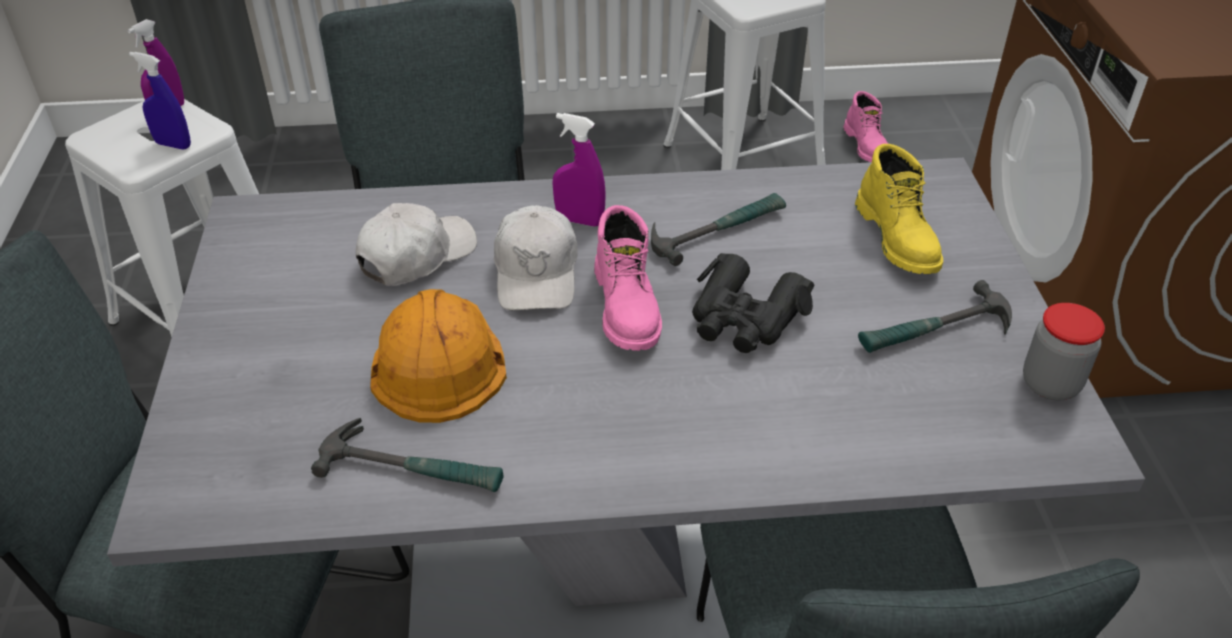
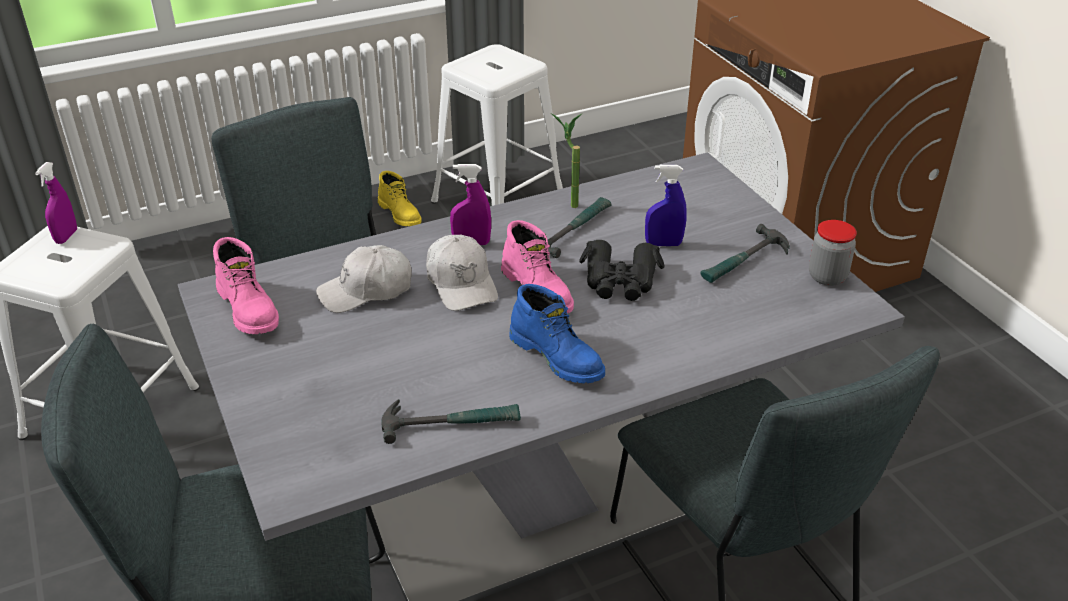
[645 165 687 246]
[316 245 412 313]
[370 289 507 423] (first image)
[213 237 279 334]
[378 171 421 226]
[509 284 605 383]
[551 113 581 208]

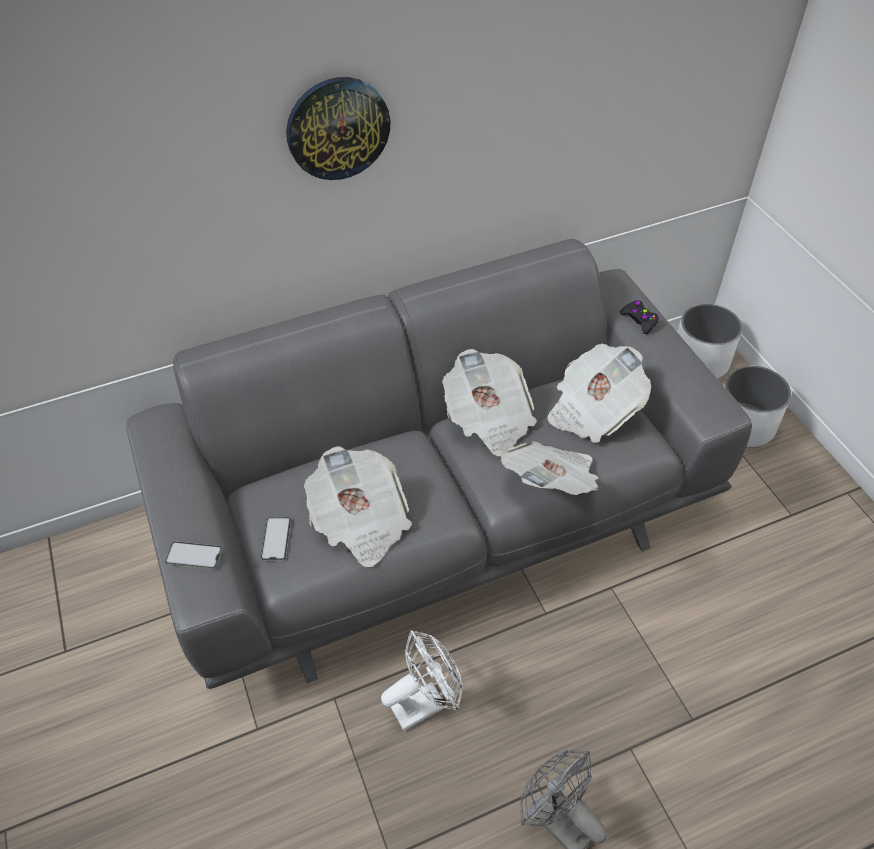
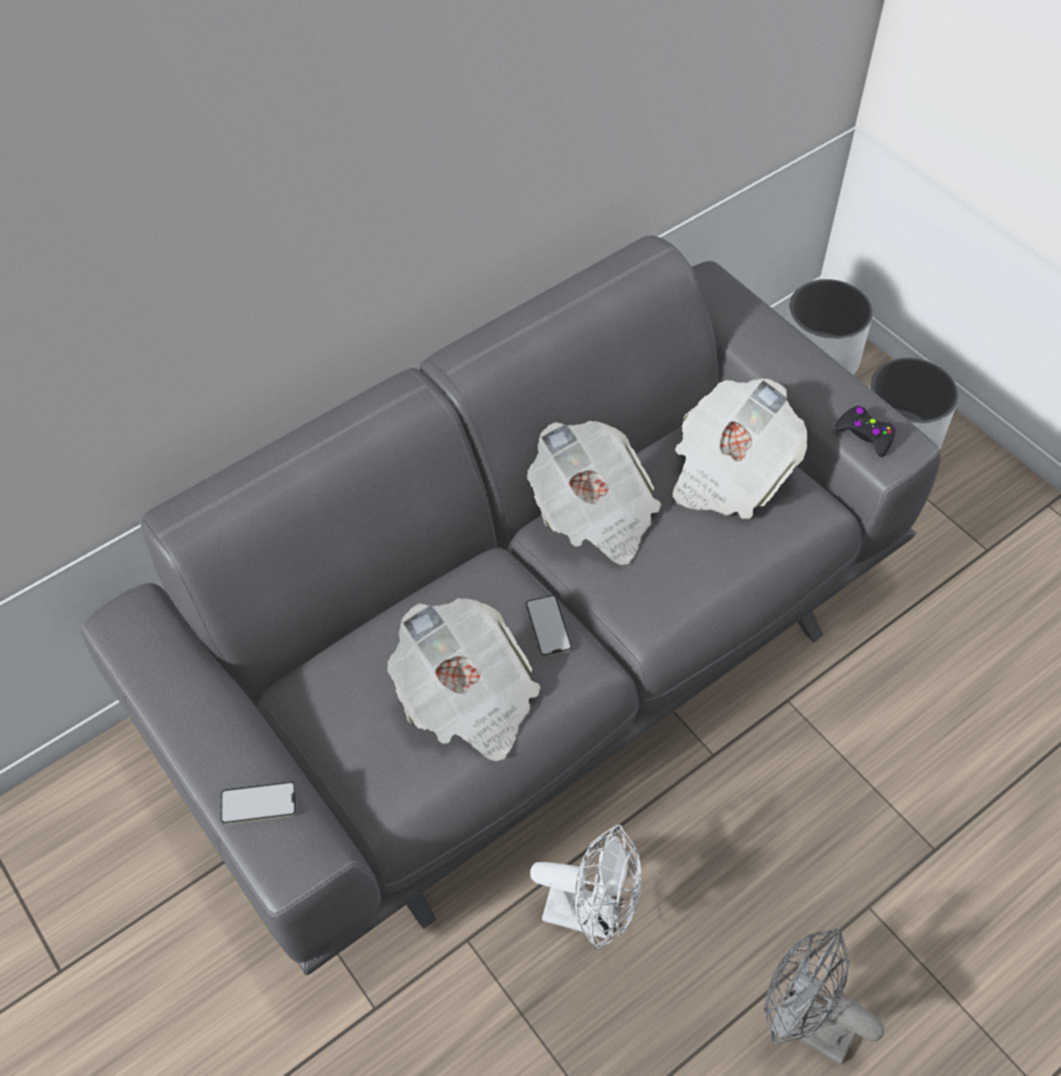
[525 595 572 657]
[286 77 390 180] (first image)
[530 824 641 950]
[501 441 599 495] (first image)
[834 406 896 457]

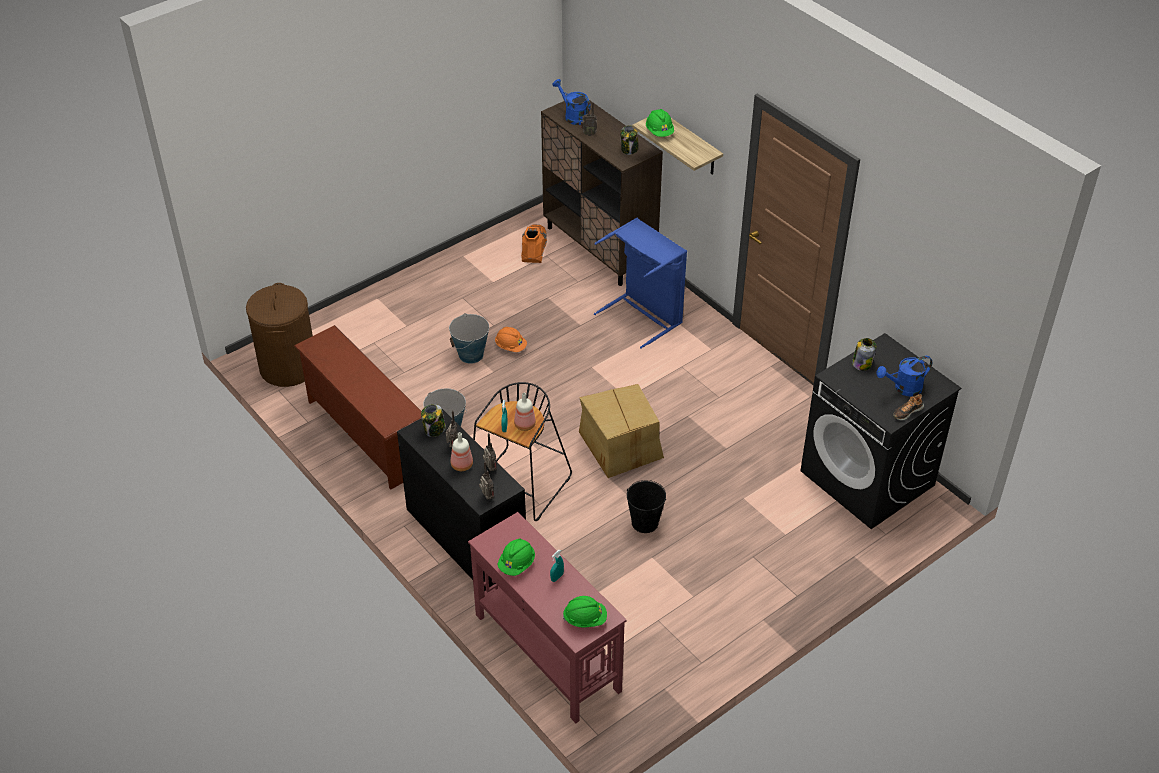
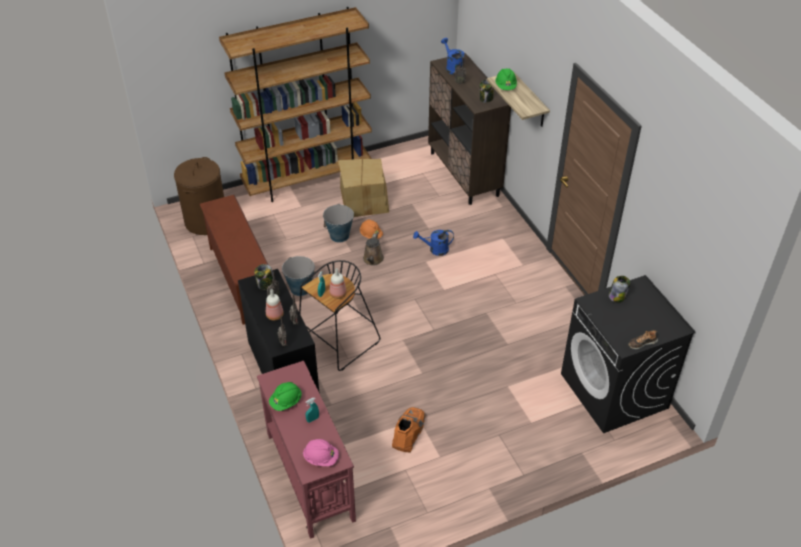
[392 407 425 453]
[303 439 339 466]
[338 159 389 217]
[594 218 687 349] (first image)
[627 480 666 533] (first image)
[413 230 454 256]
[219 7 372 202]
[363 234 384 266]

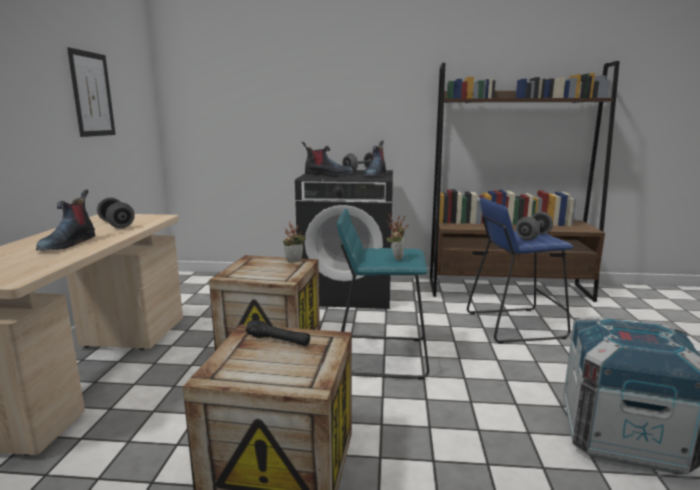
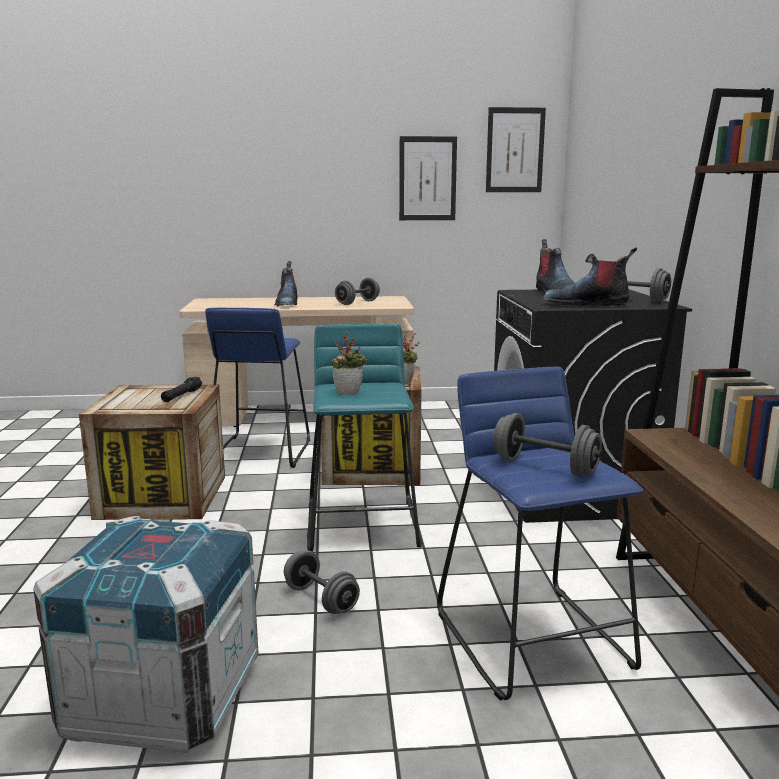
[274 261 298 307]
[205 308 310 468]
[284 550 360 614]
[486 107 546 192]

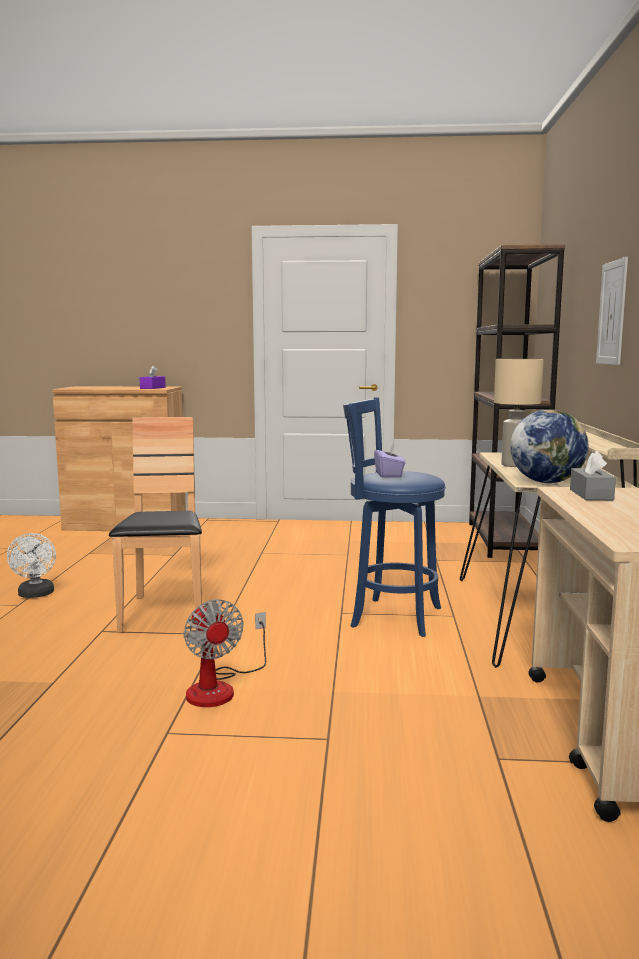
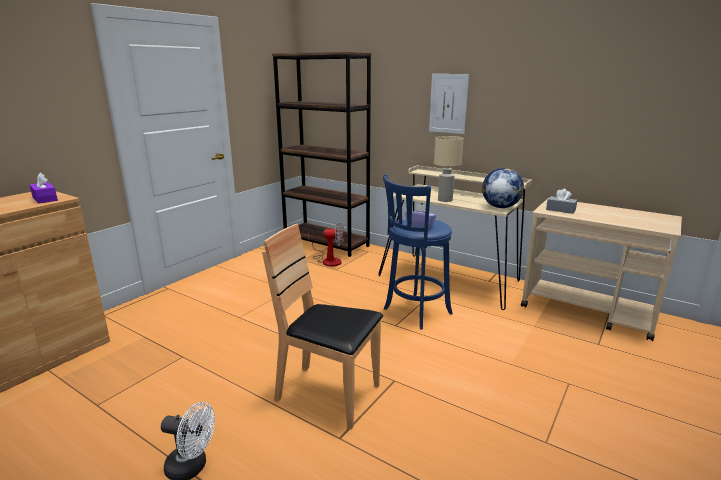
[308 222 344 267]

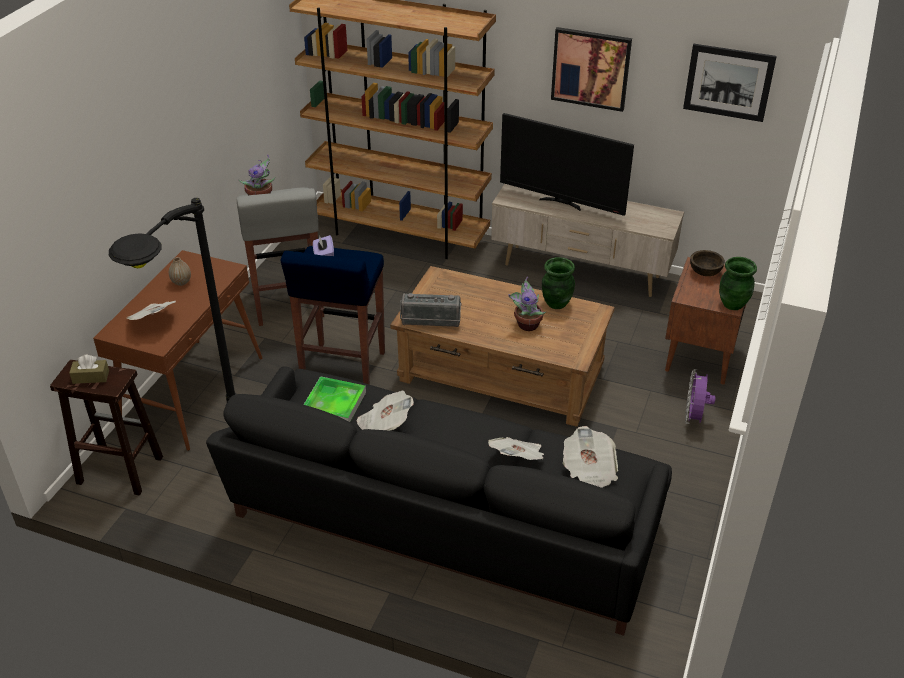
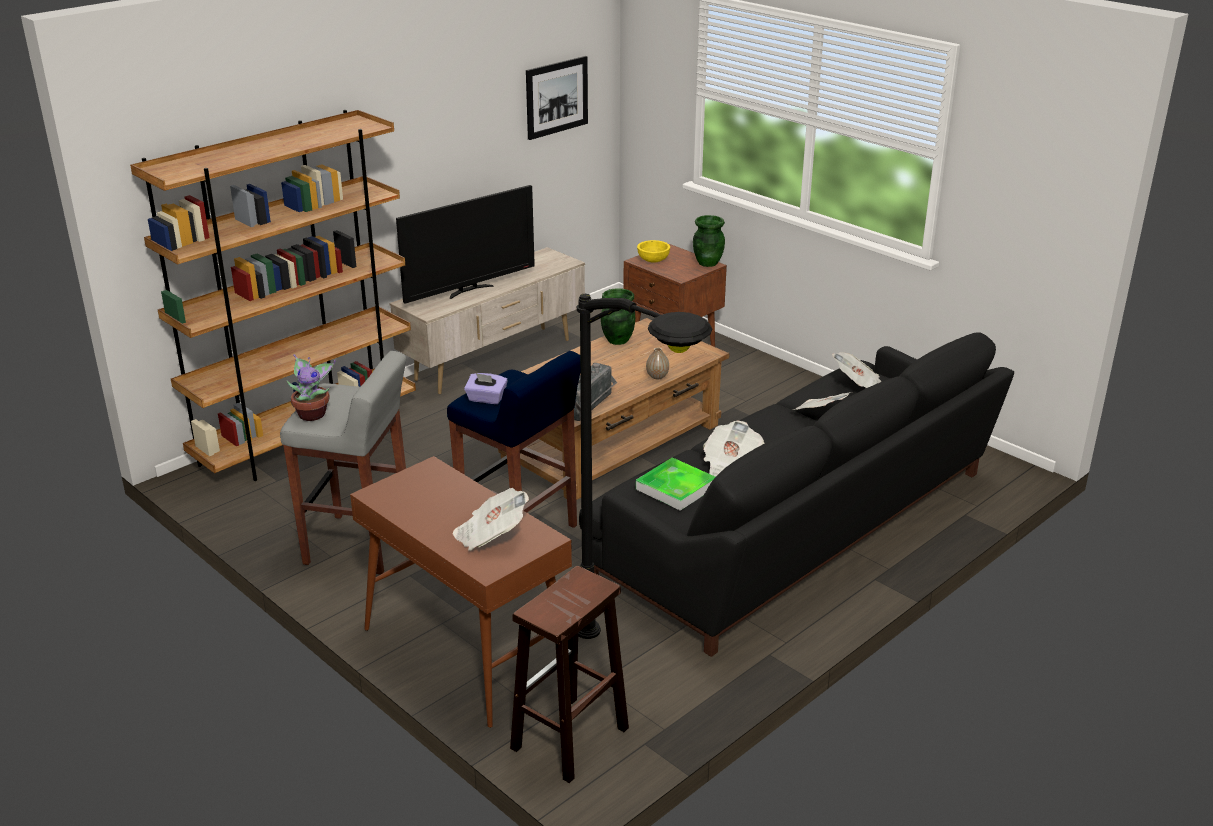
[69 355 109 384] (first image)
[646 348 669 379]
[508 277 547 331] (first image)
[551 27 632 112] (first image)
[685 369 716 424] (first image)
[637 240 670 263]

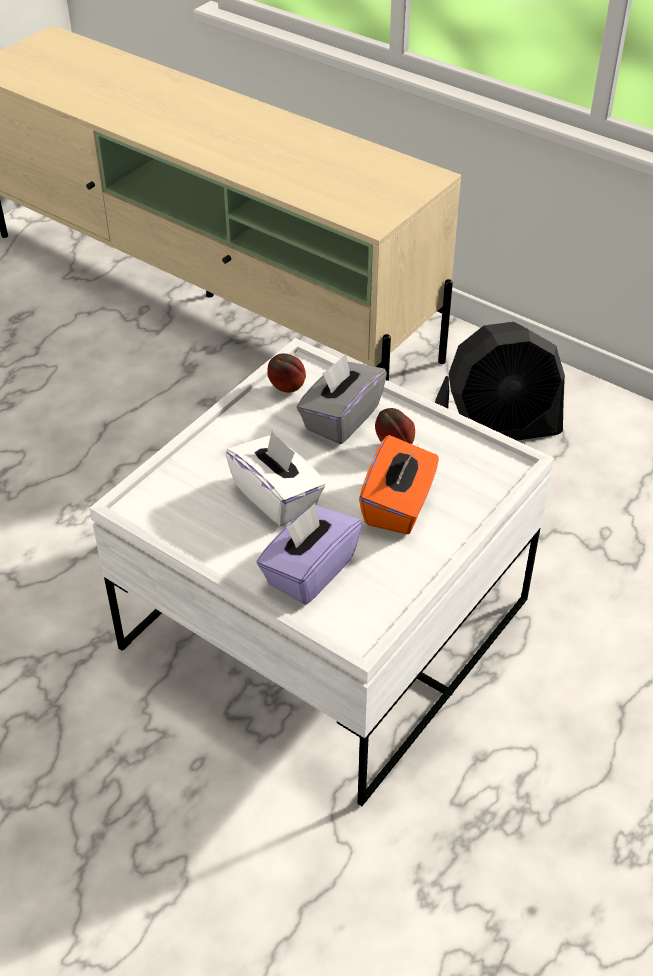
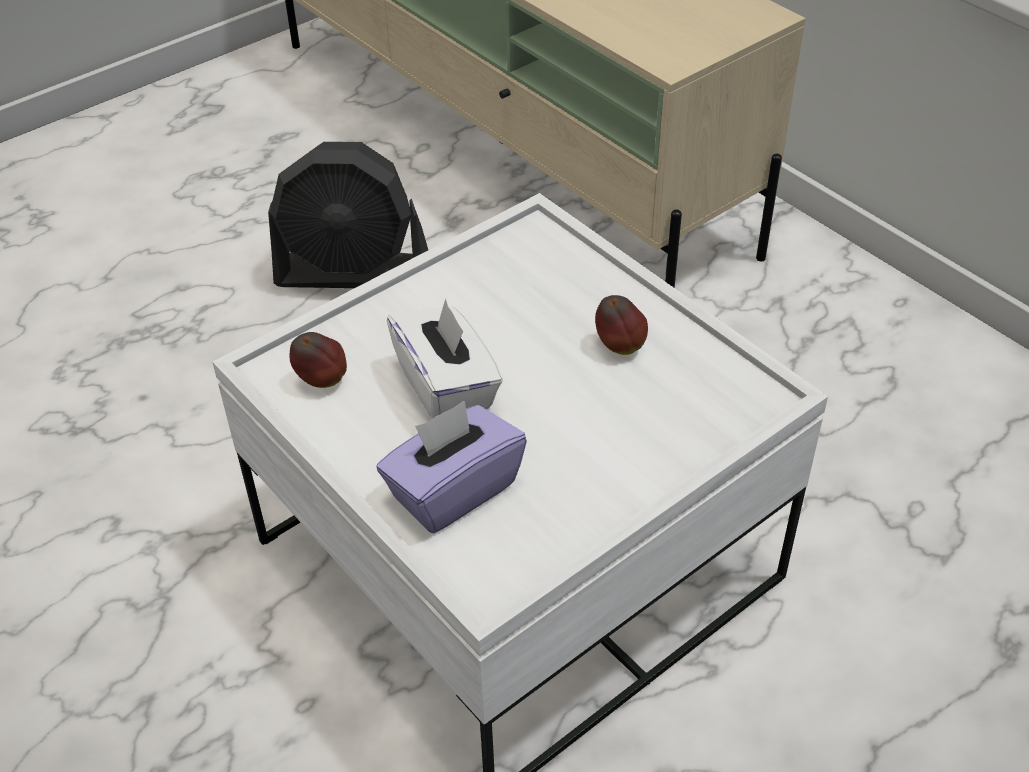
[290 332 347 388]
[296 354 387 444] (first image)
[359 435 439 535] (first image)
[268 142 428 288]

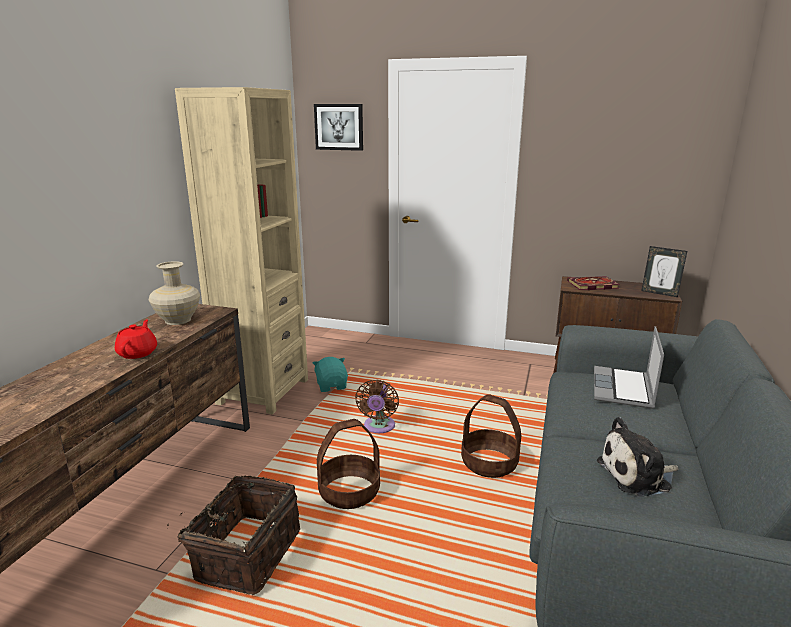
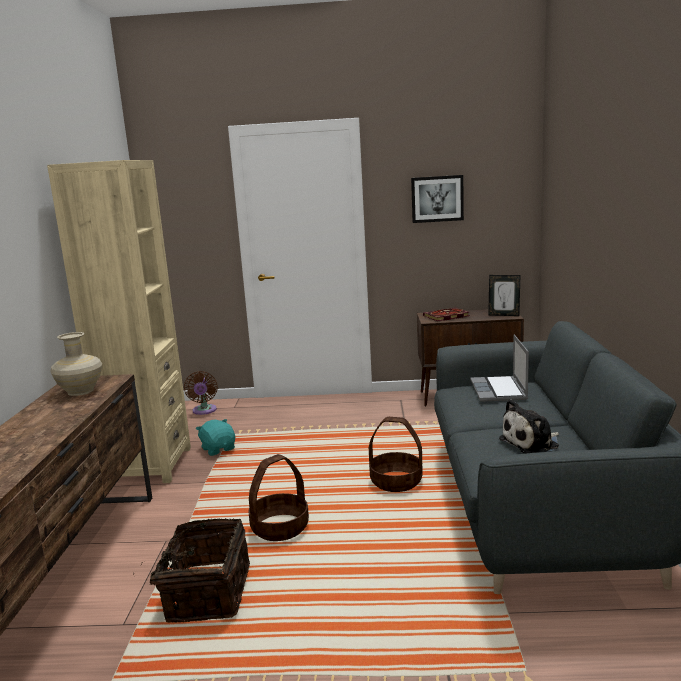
[115 319 157 359] (first image)
[411 175 464 223]
[184 371 218 415]

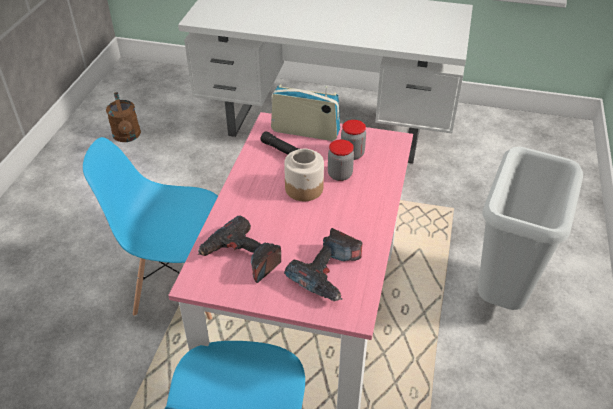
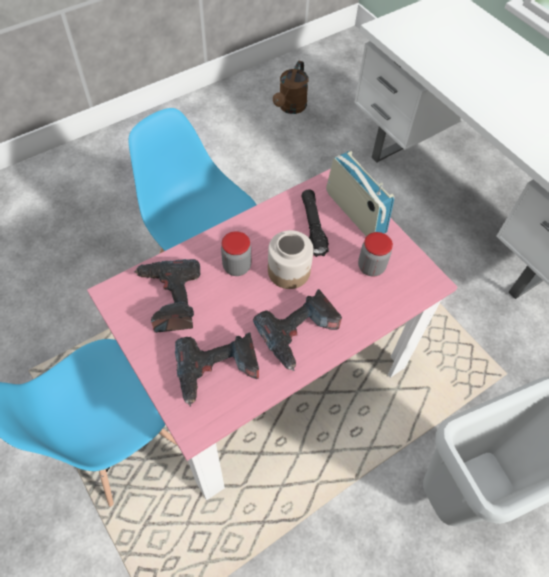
[221 231 251 276]
[253 289 342 371]

